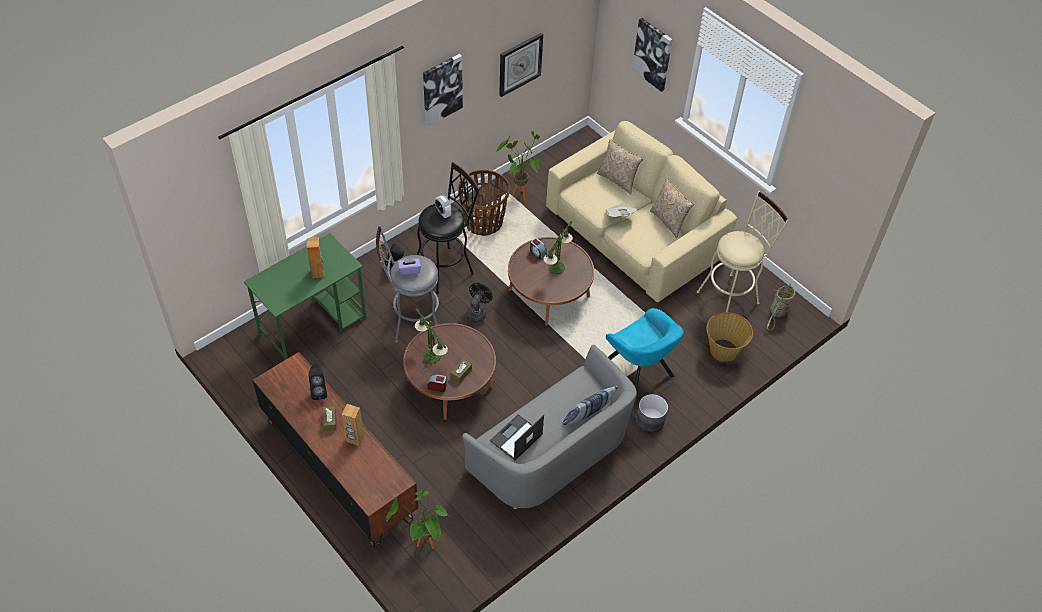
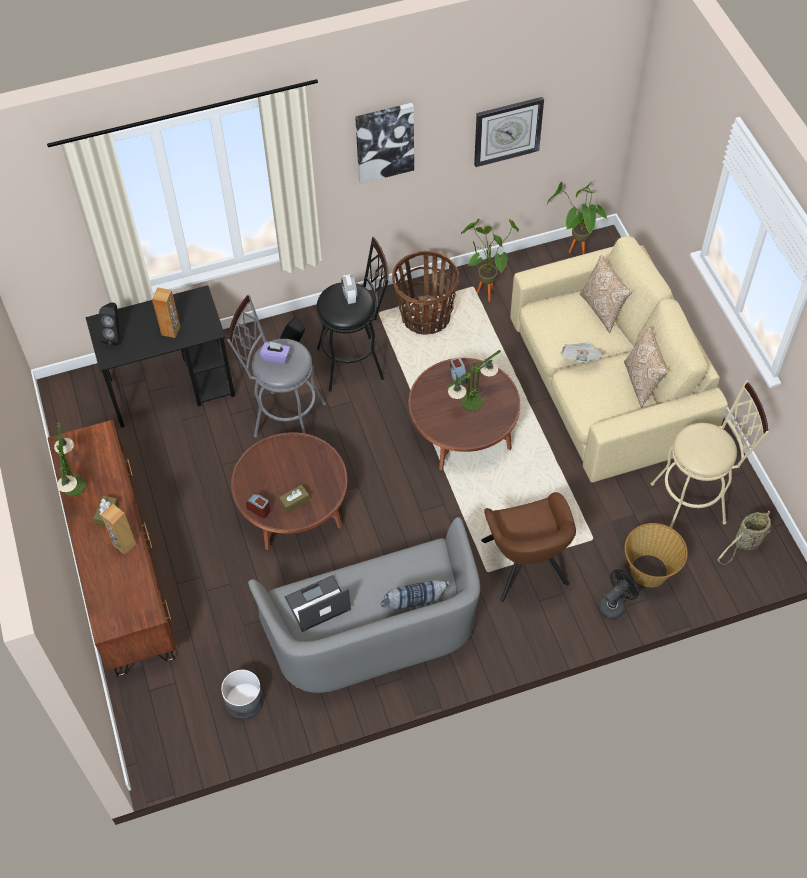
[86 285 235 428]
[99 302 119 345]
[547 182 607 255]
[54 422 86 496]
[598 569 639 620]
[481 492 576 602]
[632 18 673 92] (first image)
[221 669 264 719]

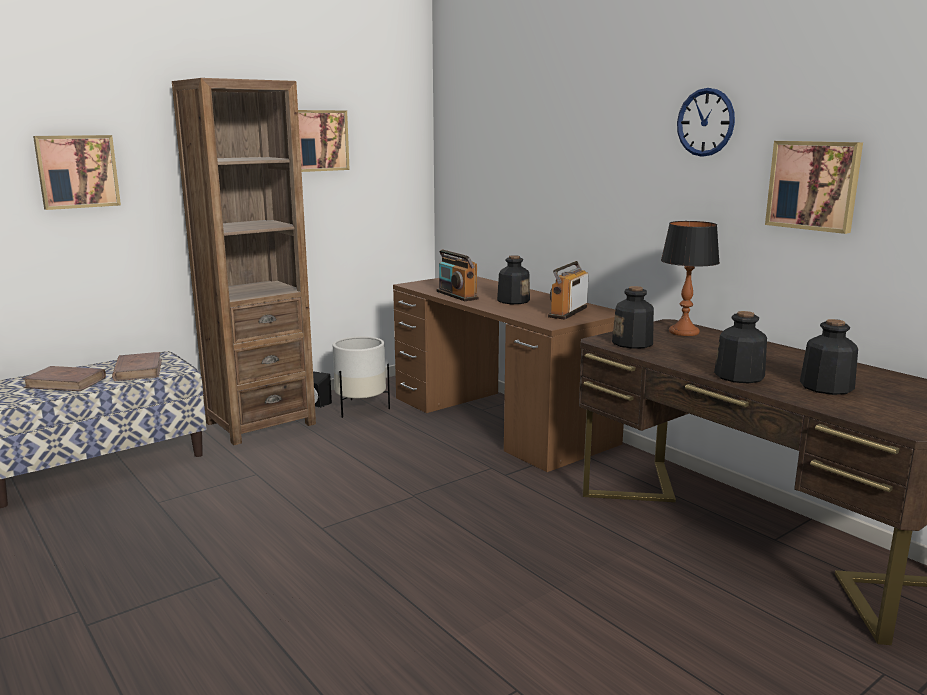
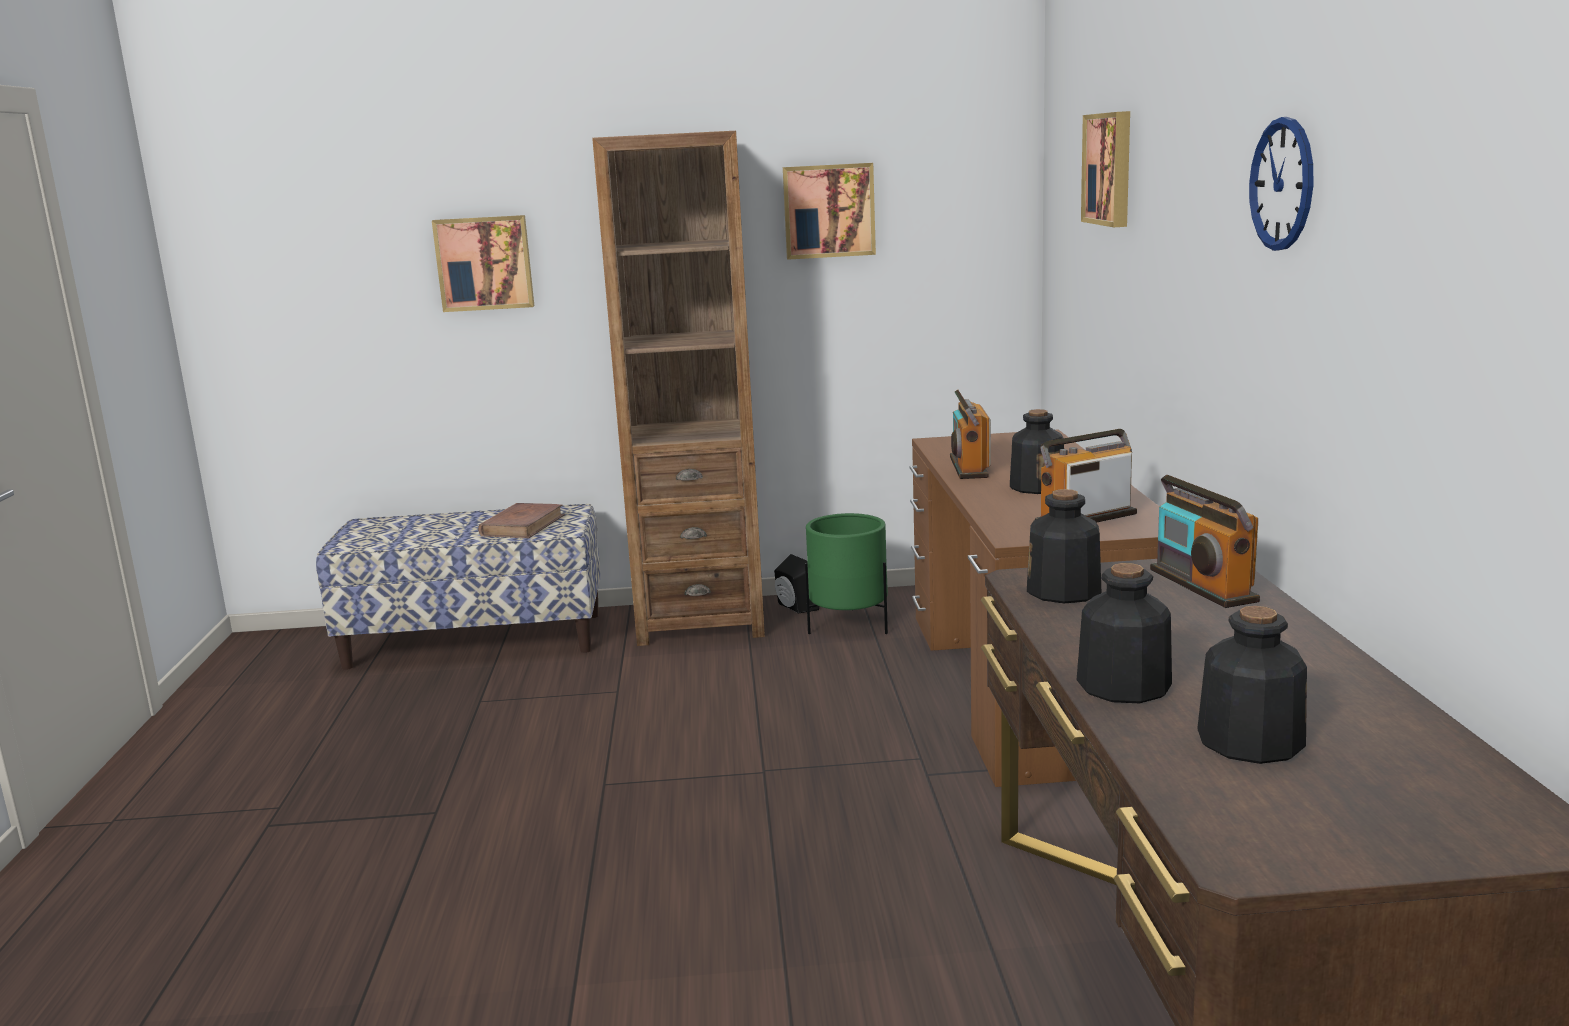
[22 366 106 391] (first image)
[805 513 888 634]
[1150 475 1260 608]
[1081 111 1130 227]

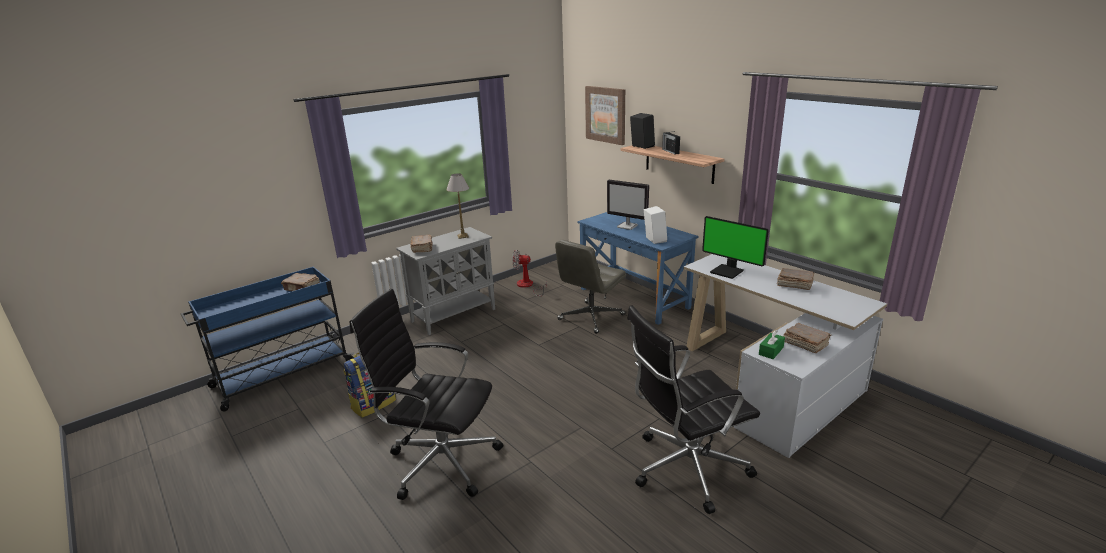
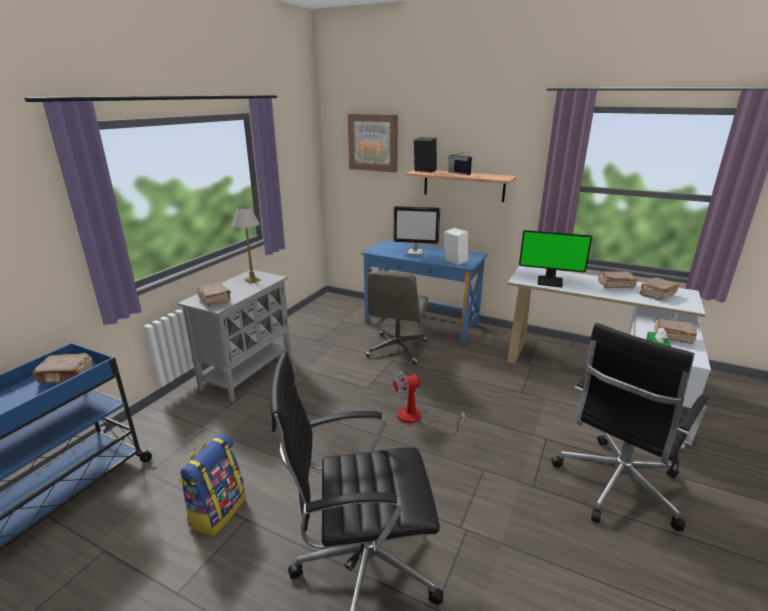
[392 370 465 435]
[639 277 679 301]

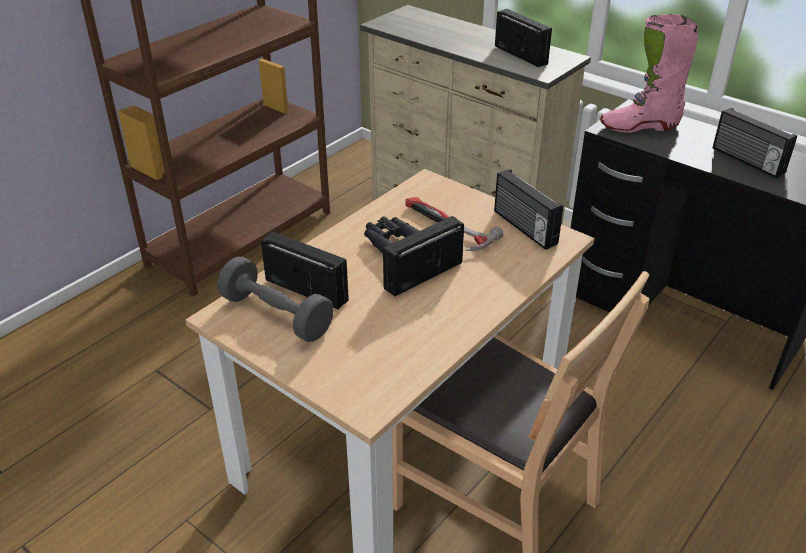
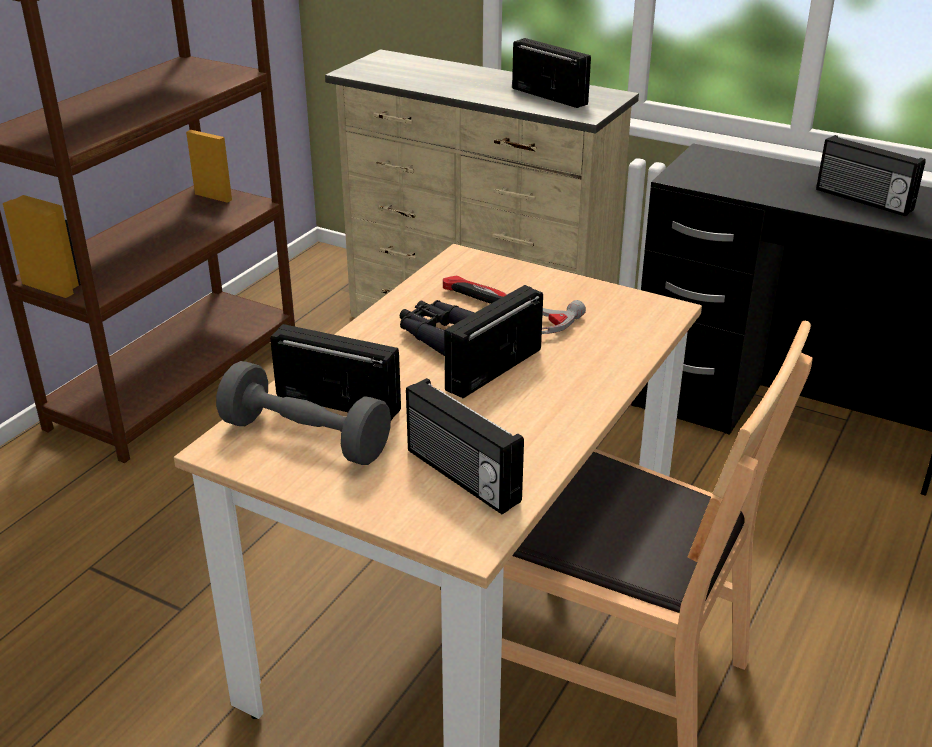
[406 378 524 514]
[600 14 698 133] (first image)

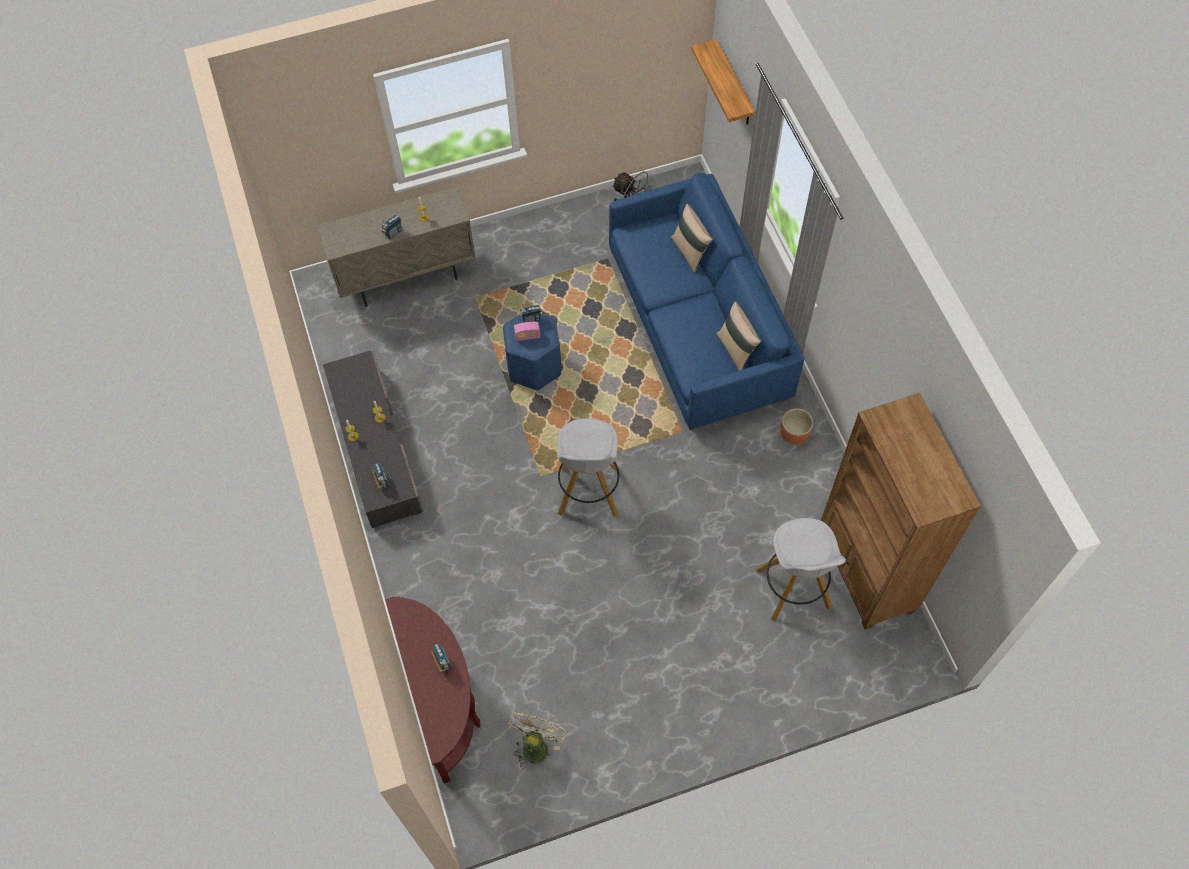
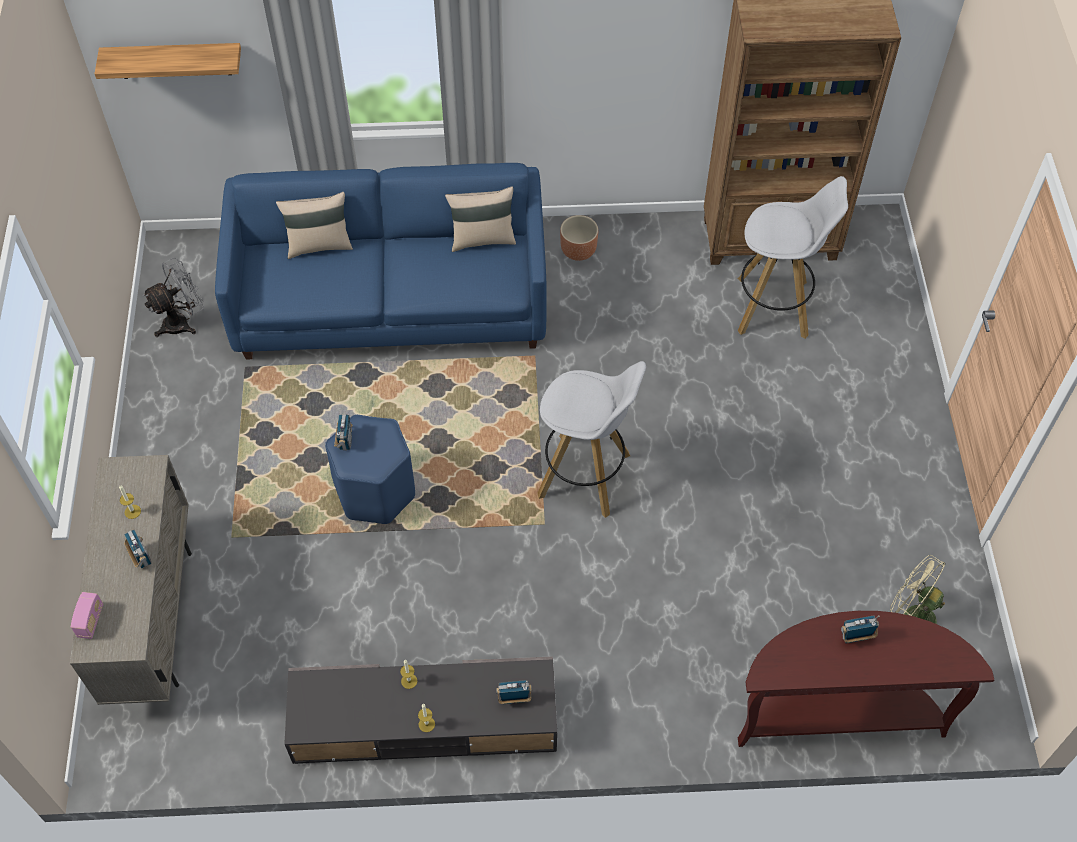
[71 592 103 639]

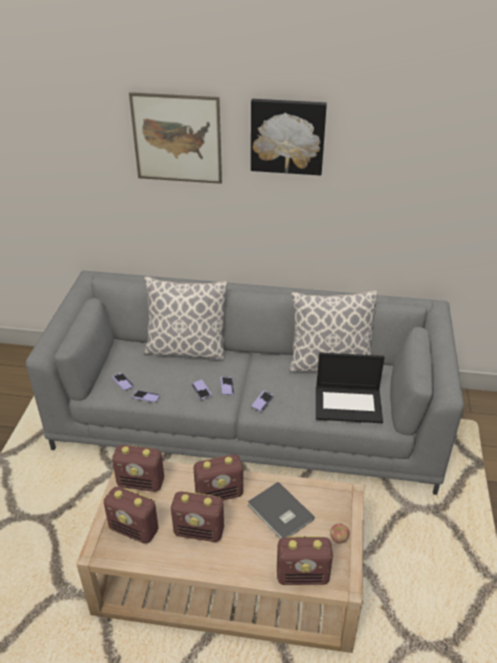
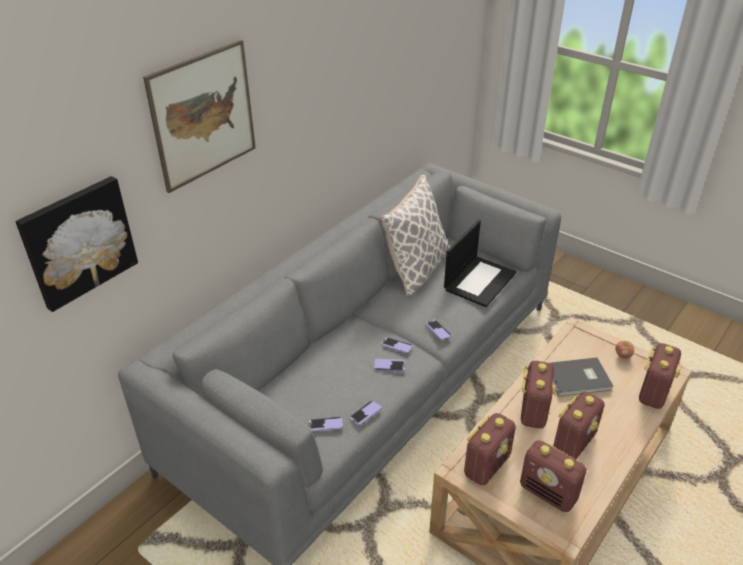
[520 440 587 512]
[144 276 227 360] (first image)
[15 176 138 312]

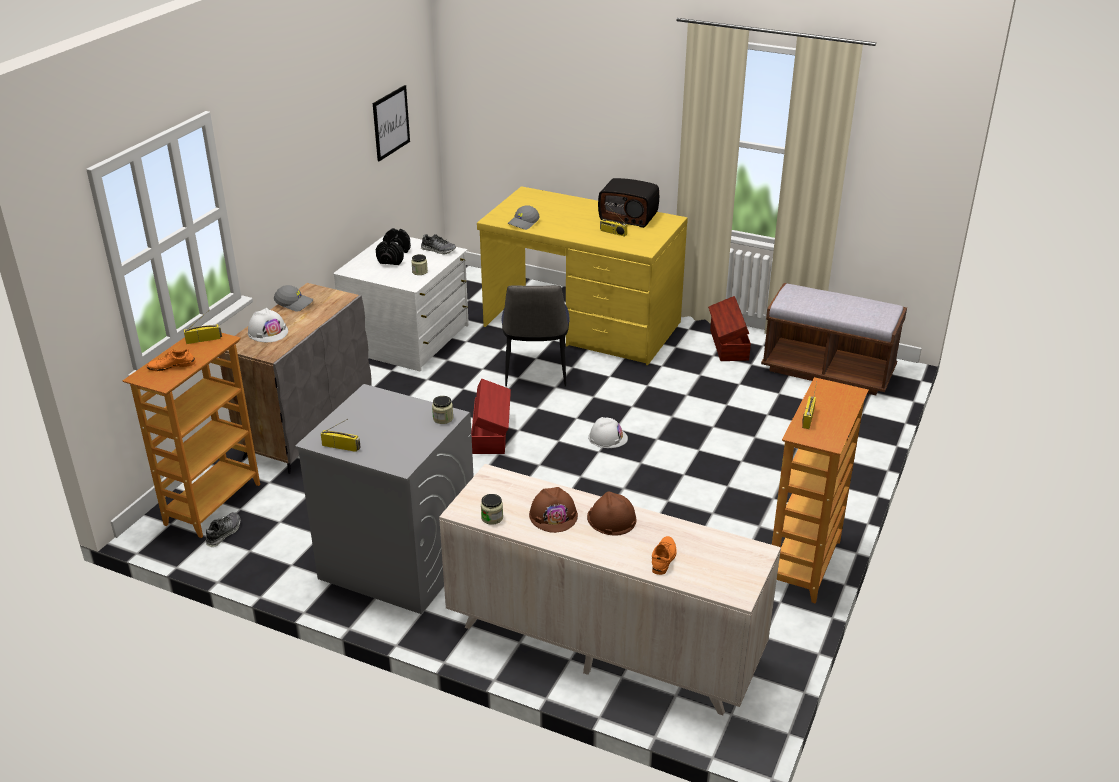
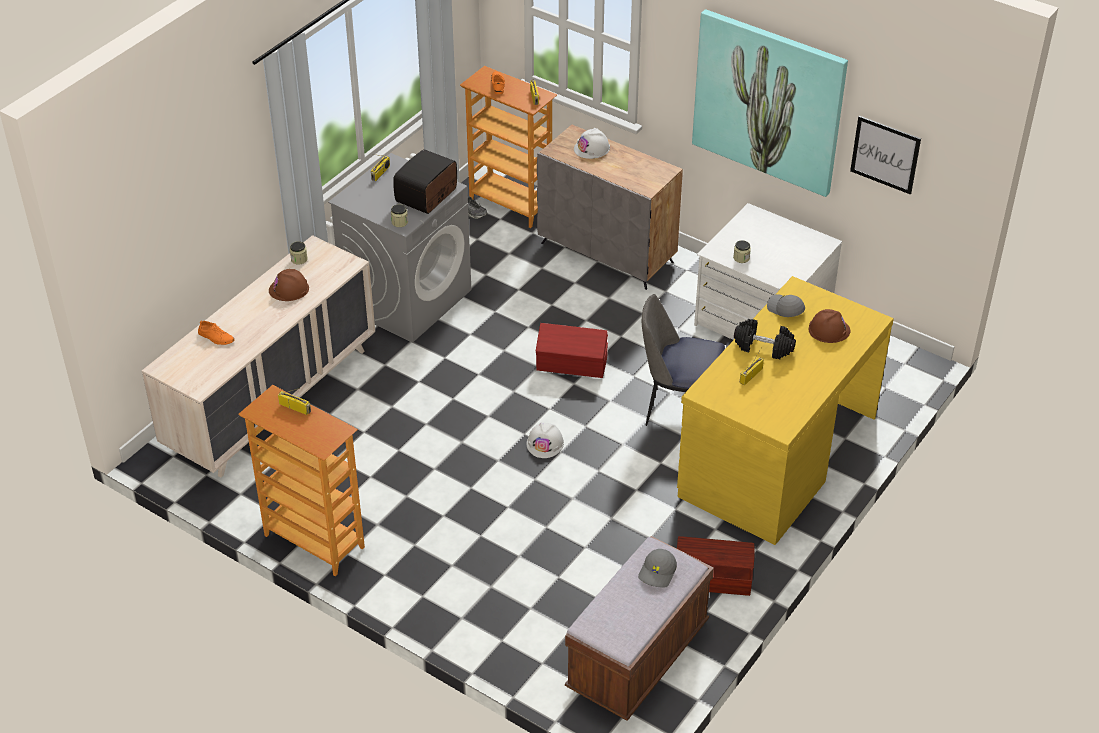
[638 549 677 587]
[734 319 796 359]
[421 234 456 254] (first image)
[809 309 851 343]
[393 149 457 214]
[692 9 848 197]

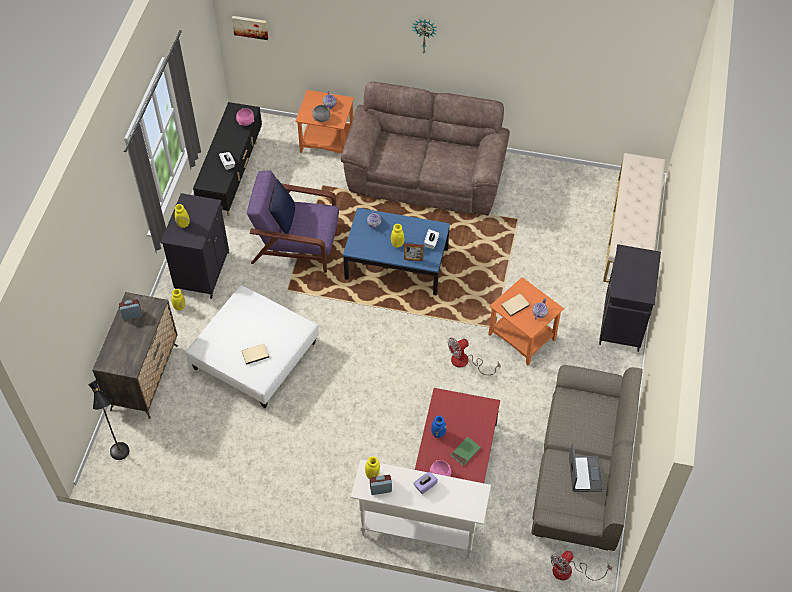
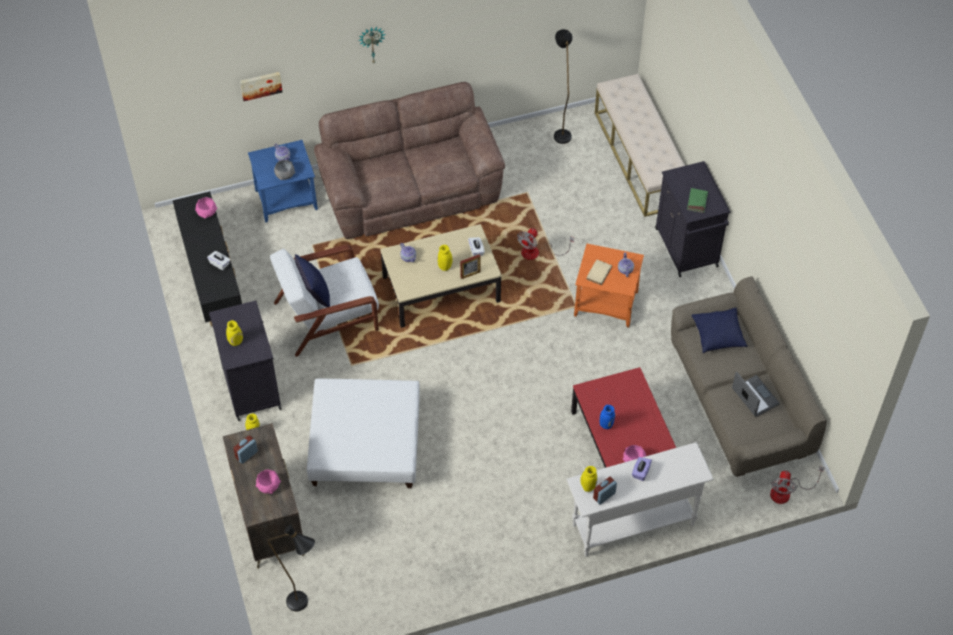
[240 72 282 101]
[242 344 269 365] (first image)
[270 245 379 357]
[248 140 318 223]
[380 224 502 328]
[517 228 574 260]
[687 188 708 213]
[256 470 281 494]
[554 29 573 144]
[691 308 747 353]

